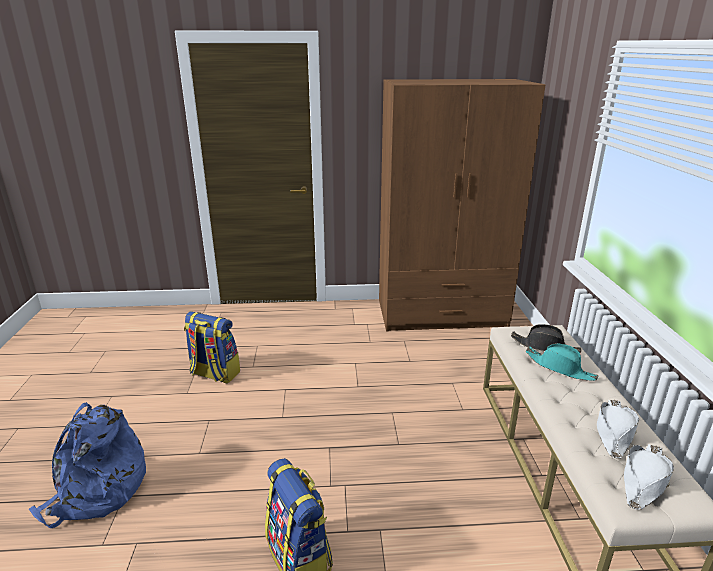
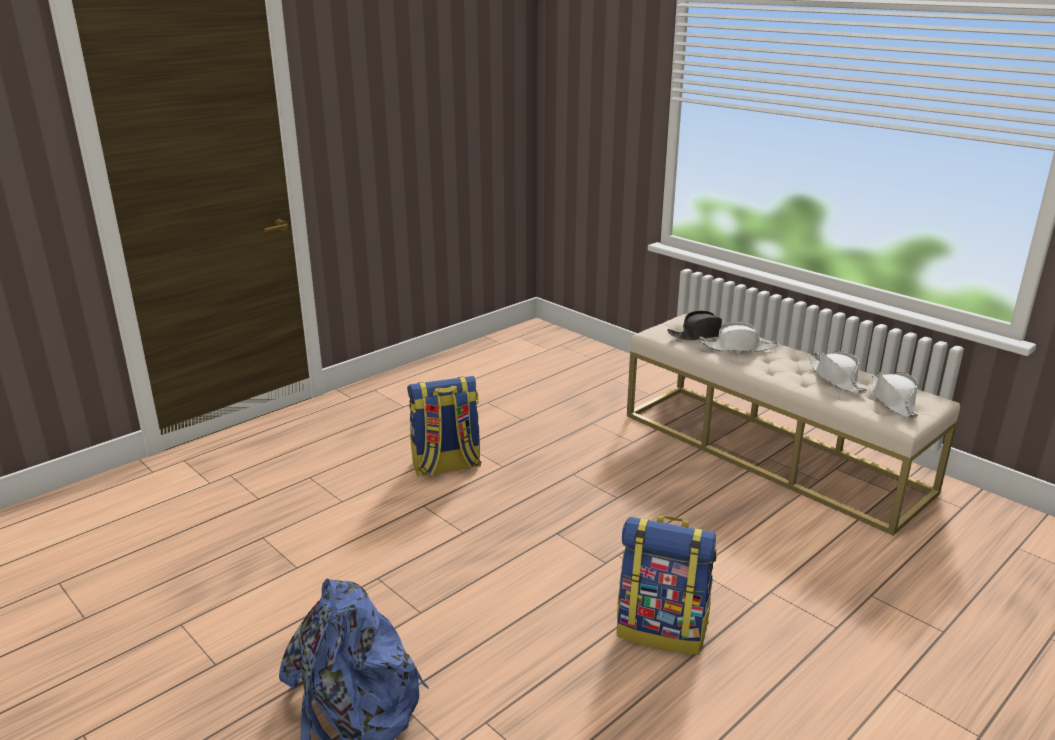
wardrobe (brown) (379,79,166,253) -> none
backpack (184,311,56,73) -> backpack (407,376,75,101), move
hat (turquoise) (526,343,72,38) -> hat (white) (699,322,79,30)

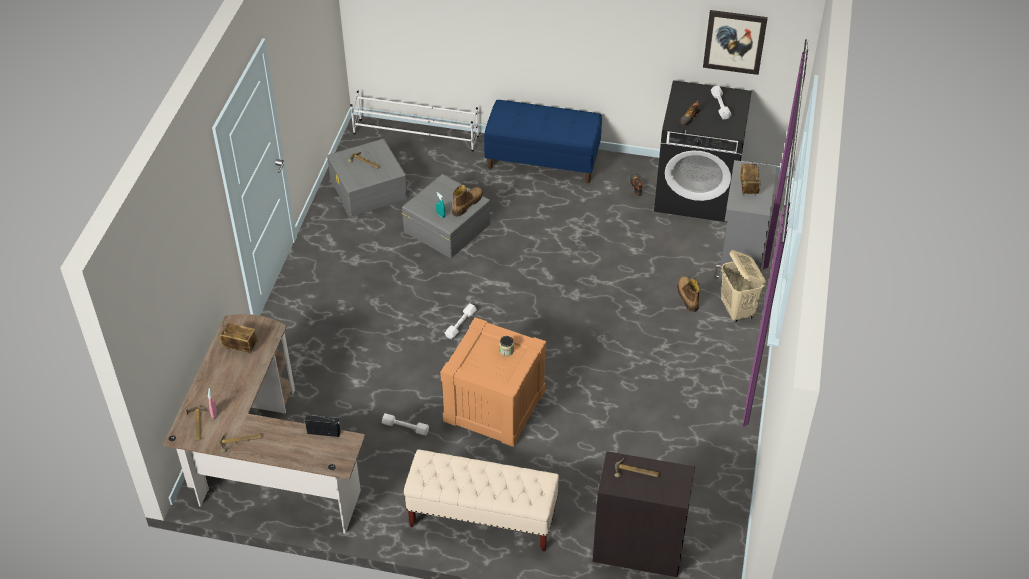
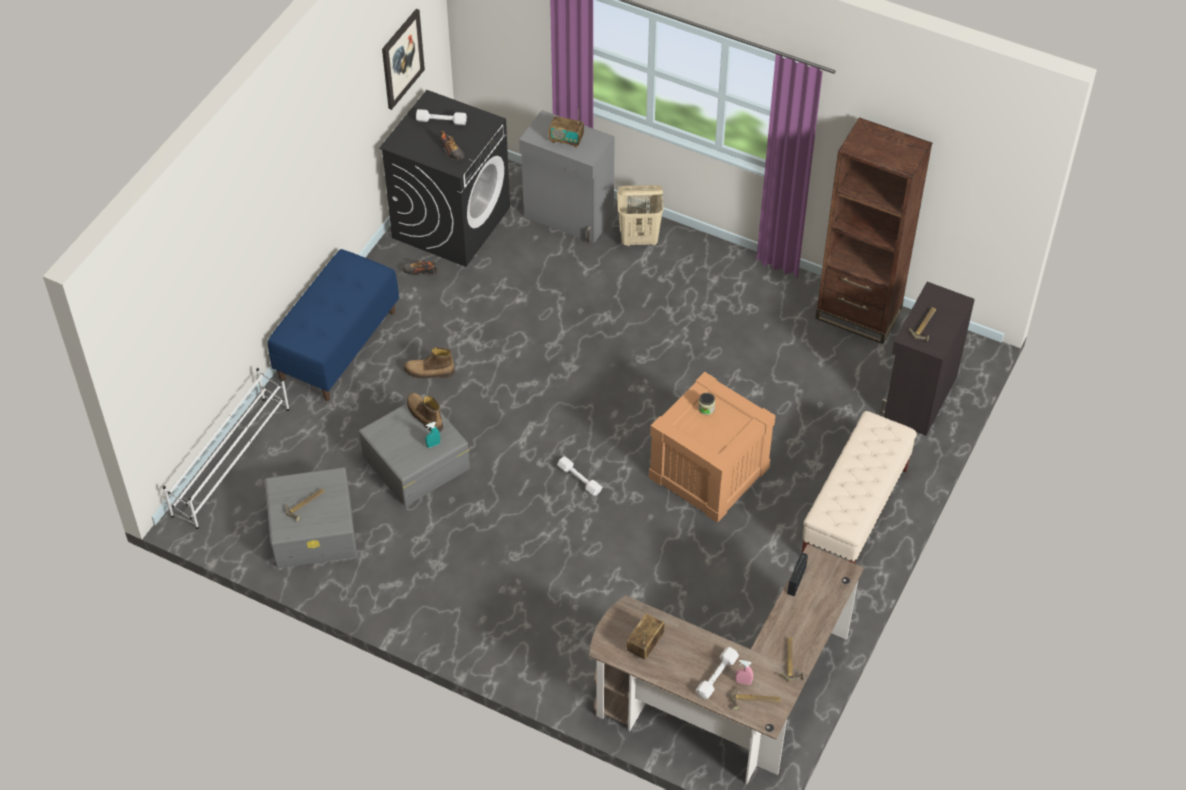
none -> bookcase (brown) (815,117,117,227)
dumbbell (white) (382,413,47,23) -> dumbbell (white) (695,647,44,52), move
boot (677,276,23,36) -> boot (404,347,51,32), move

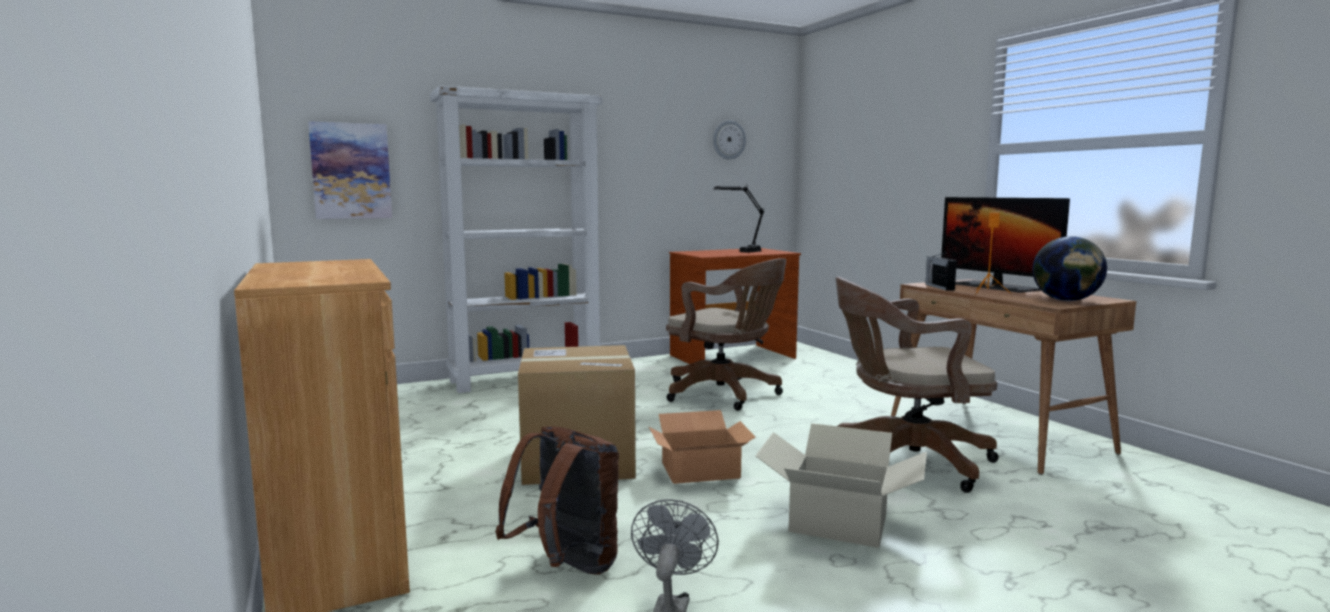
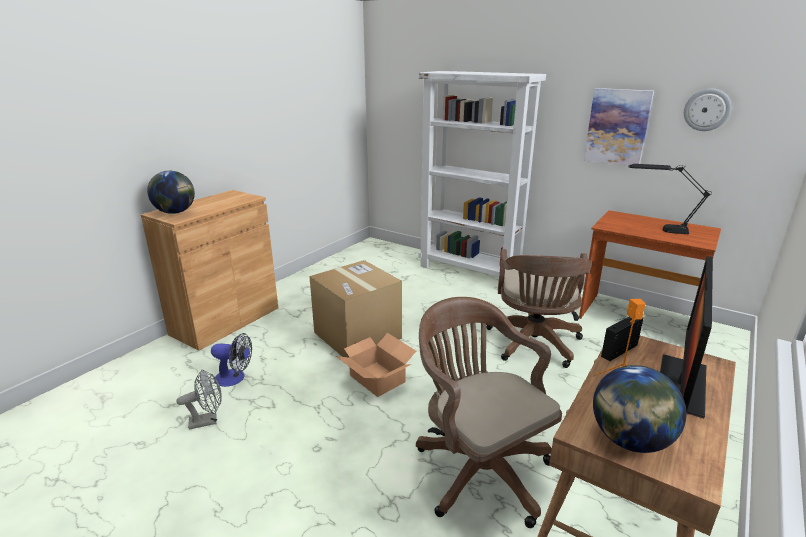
cardboard box (755,423,172,125) -> none
none -> globe (147,171,48,43)
picture (308,121,84,98) -> picture (584,88,70,78), move
backpack (brown) (495,426,124,149) -> fan (211,333,41,54)

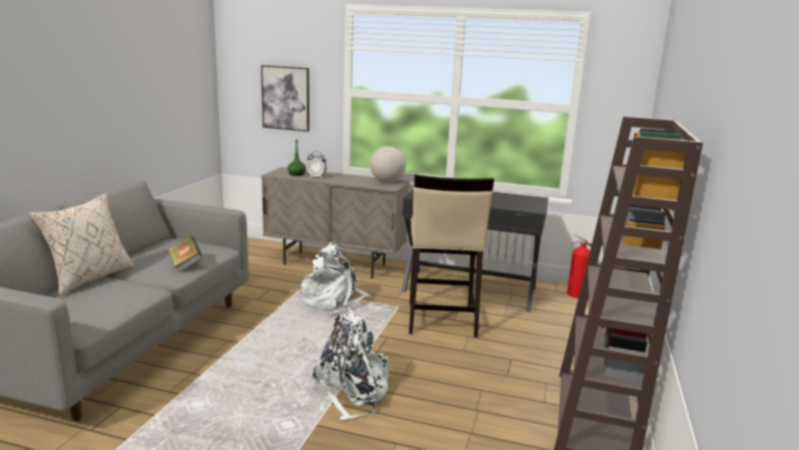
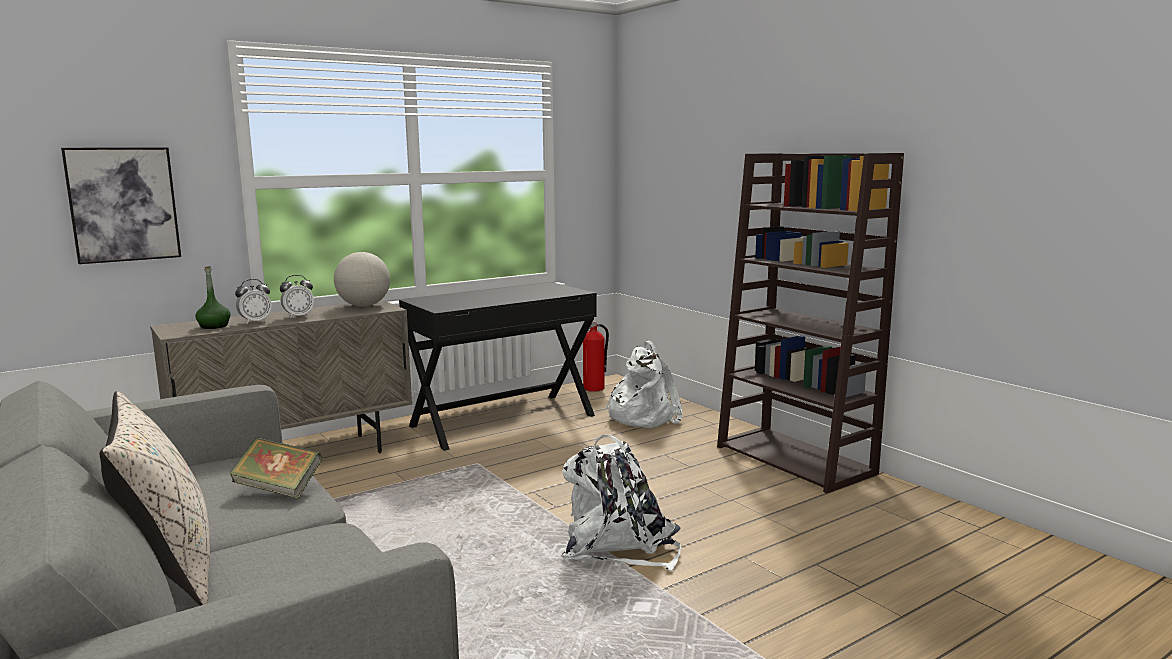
stool (beige) (409,174,85,163) -> none
none -> alarm clock (280,275,34,43)
backpack (white) (301,242,70,73) -> backpack (white) (604,341,79,87), move

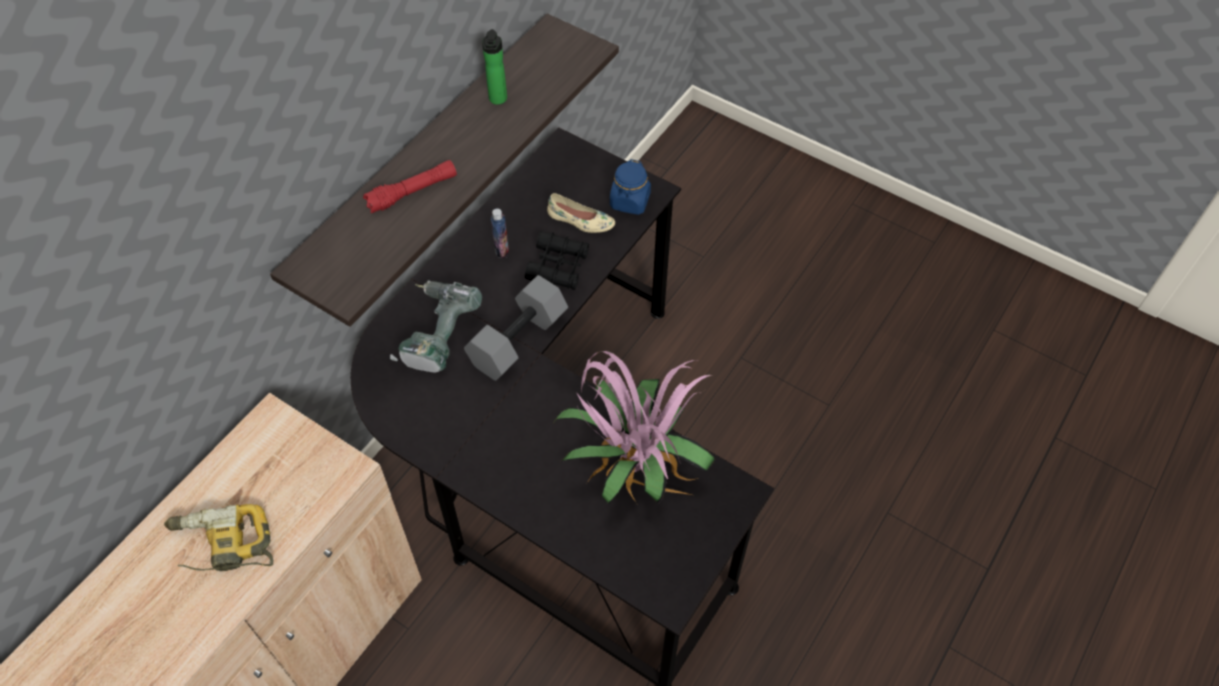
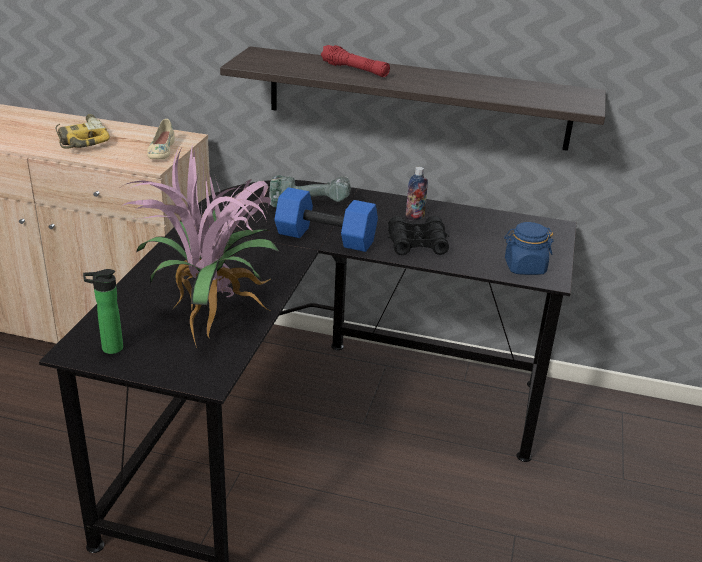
bottle (482,29,25,76) -> bottle (83,269,40,85), move
shoe (beige) (547,193,68,40) -> shoe (beige) (147,119,28,41), move
dumbbell (grey) (464,275,104,106) -> dumbbell (blue) (274,187,104,65)

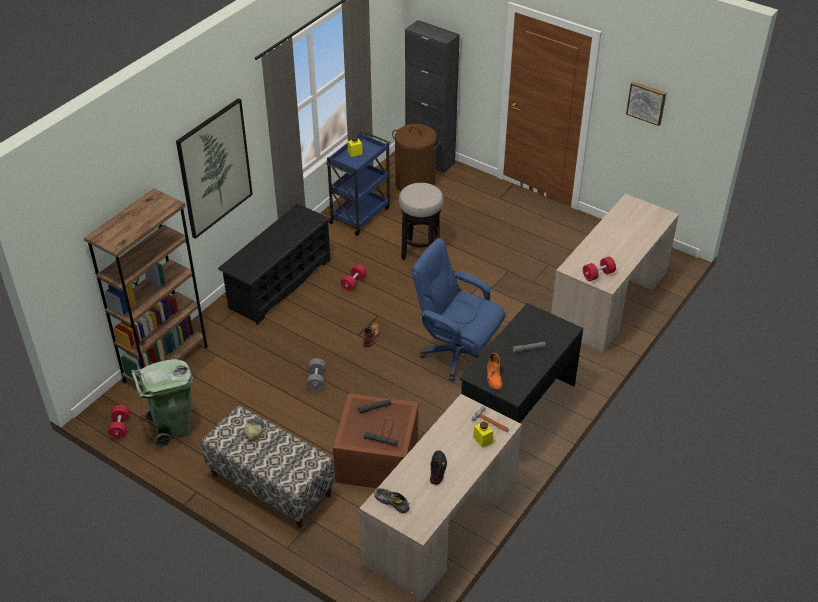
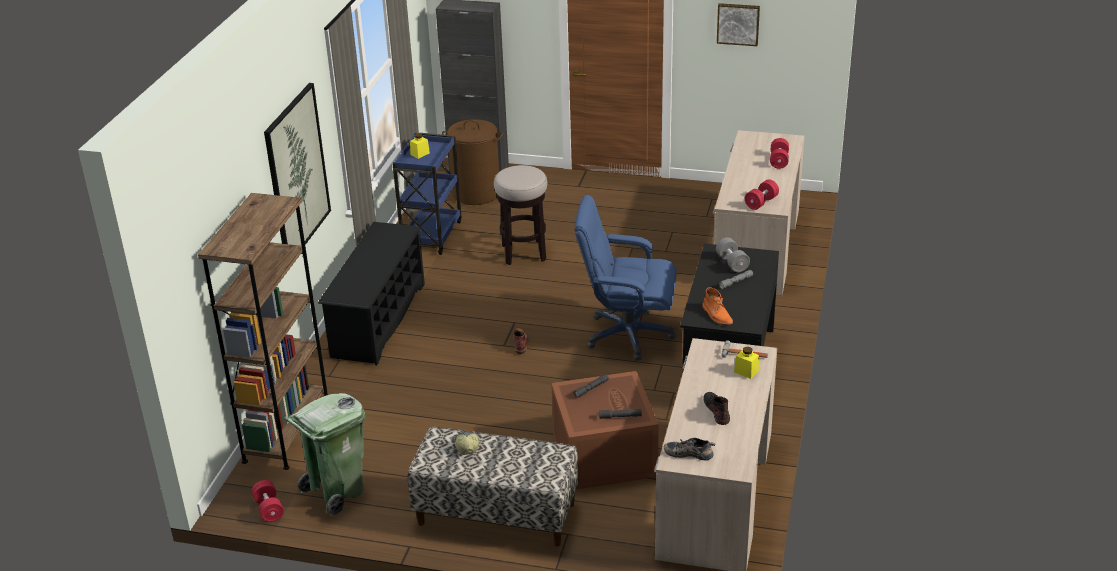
dumbbell (grey) (307,358,18,32) -> dumbbell (grey) (716,237,34,35), move
dumbbell (red) (340,264,27,28) -> dumbbell (red) (770,138,19,31), move

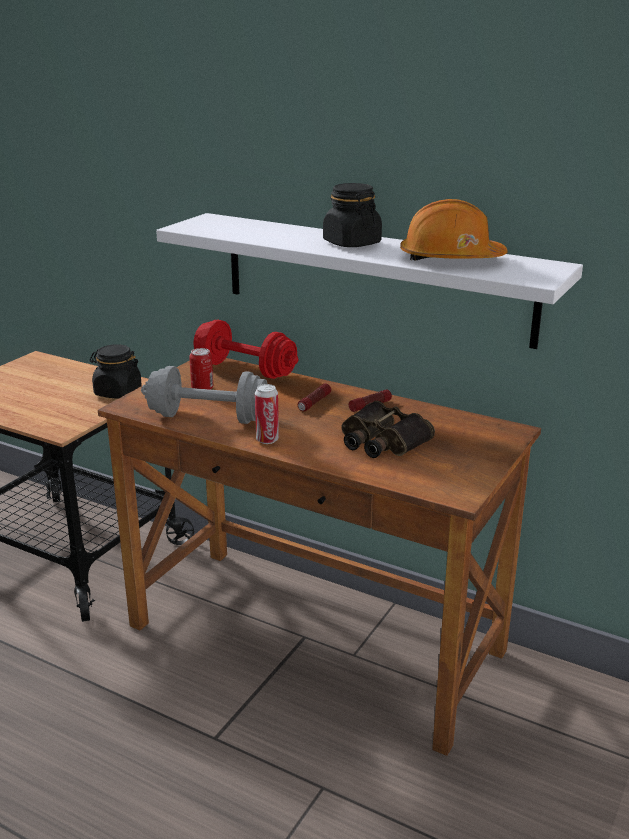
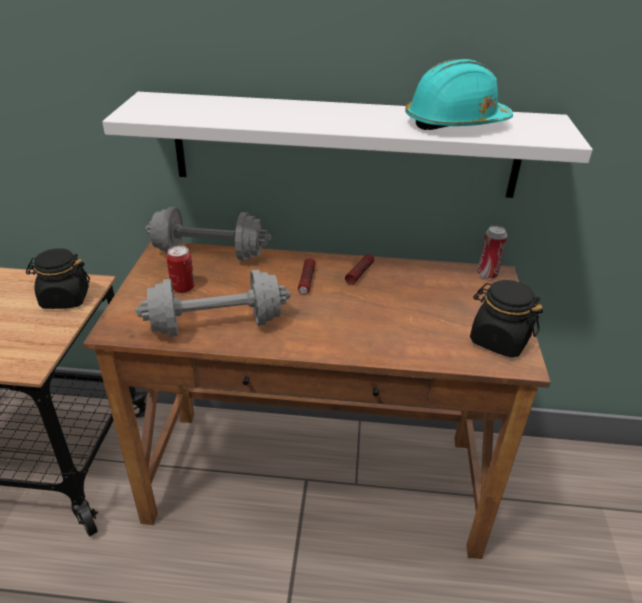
binoculars (342,401,93,57) -> none
can (255,384,24,60) -> can (477,226,30,53), move
jar (black) (323,183,59,64) -> jar (black) (470,280,73,77), move
dumbbell (red) (194,320,105,59) -> dumbbell (grey) (145,207,126,54)
hard hat (orange) (400,199,108,62) -> hard hat (turquoise) (405,59,108,71)

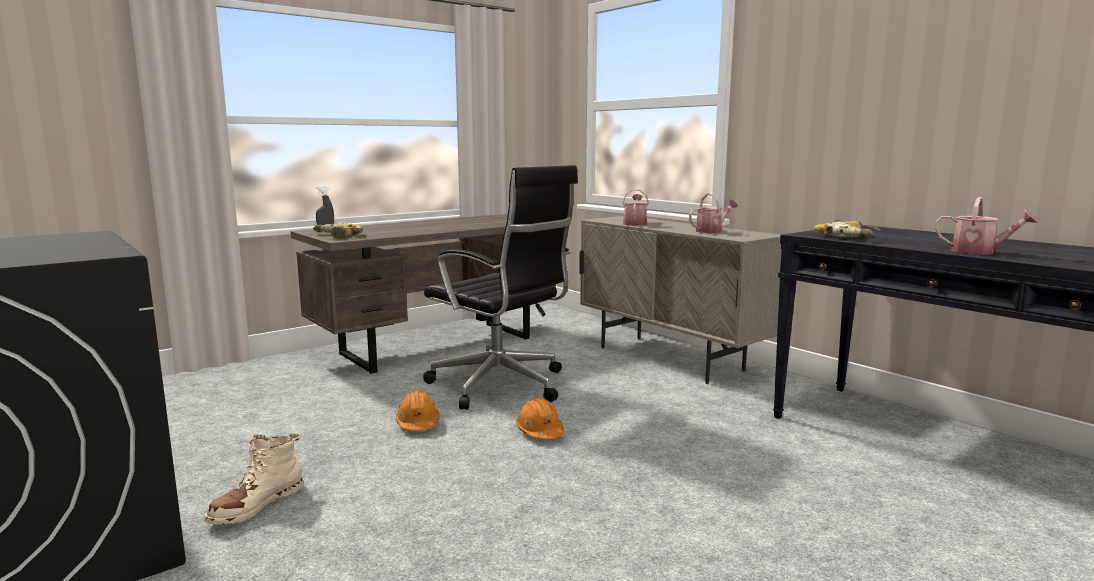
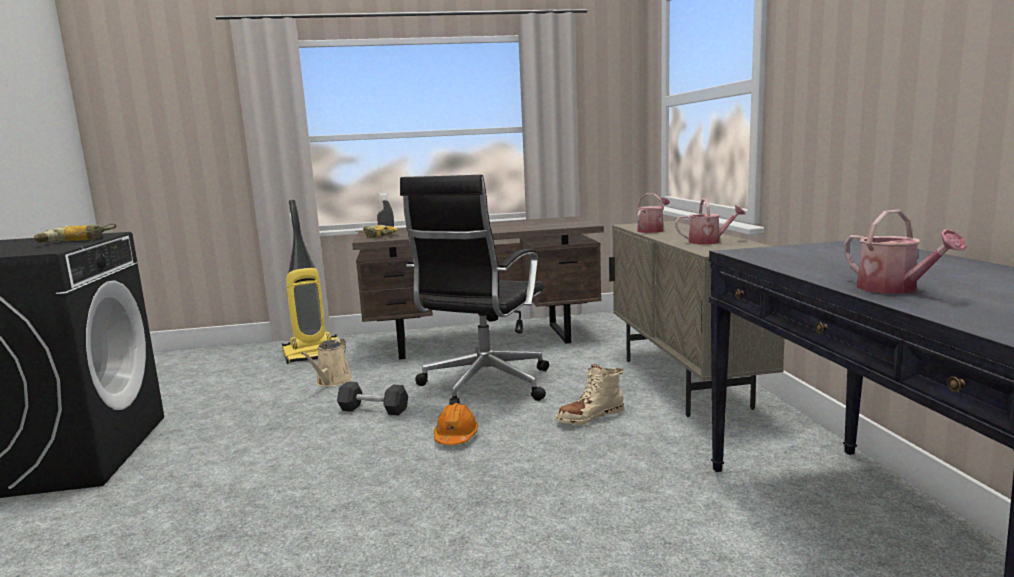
none -> vacuum cleaner (282,200,56,164)
none -> watering can (beige) (301,338,52,49)
boot (beige) (204,433,99,92) -> boot (beige) (556,364,68,61), move
power drill (814,220,66,18) -> power drill (34,223,82,20), move
hard hat (orange) (396,391,44,40) -> dumbbell (black) (337,381,71,34)
office chair (black) (423,165,155,245) -> office chair (black) (400,175,149,230), 45 degrees clockwise

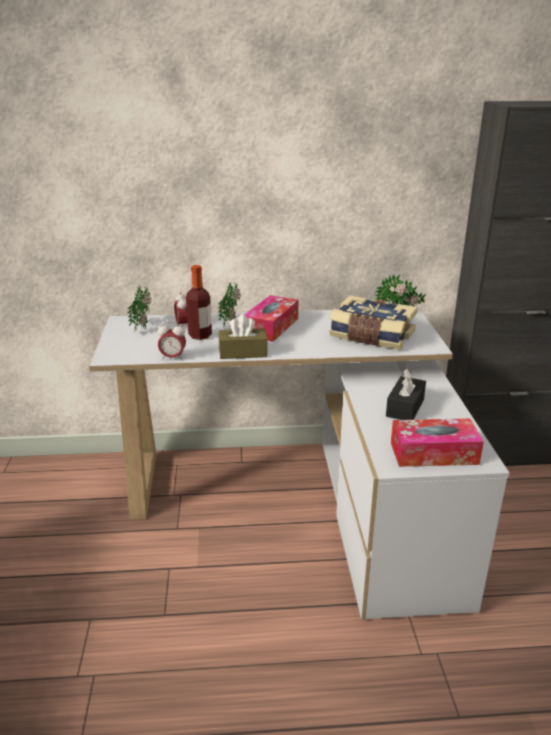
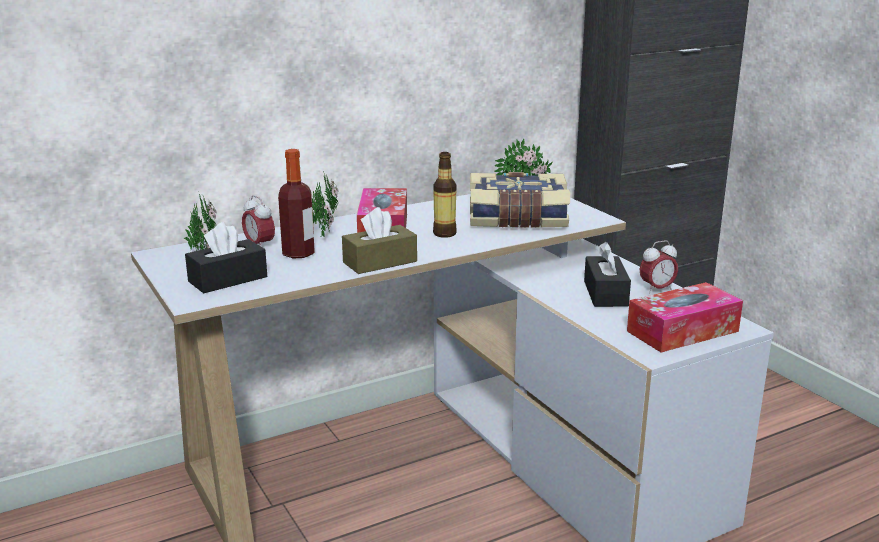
none -> tissue box (black) (185,222,82,71)
none -> bottle (433,152,24,86)
alarm clock (157,322,29,38) -> alarm clock (640,240,38,54), move

